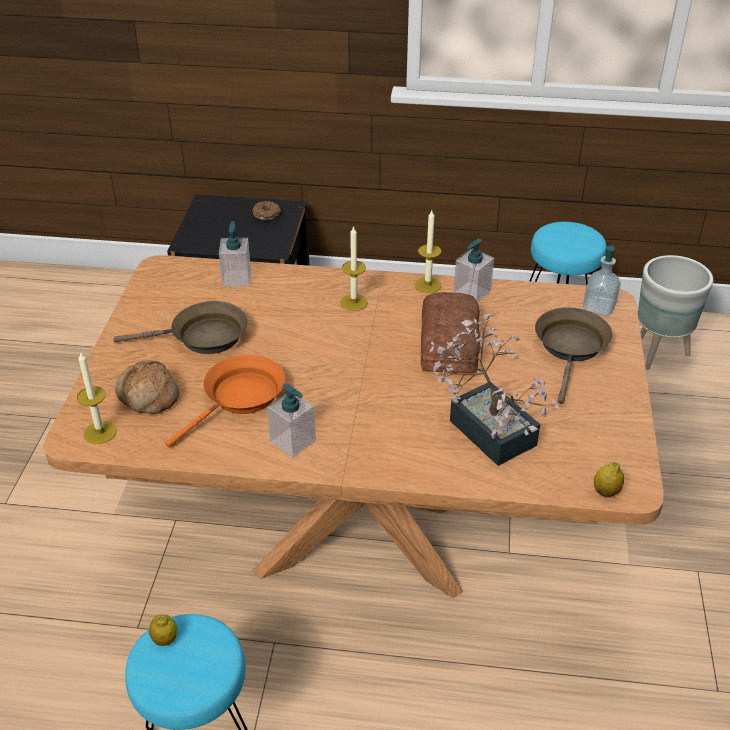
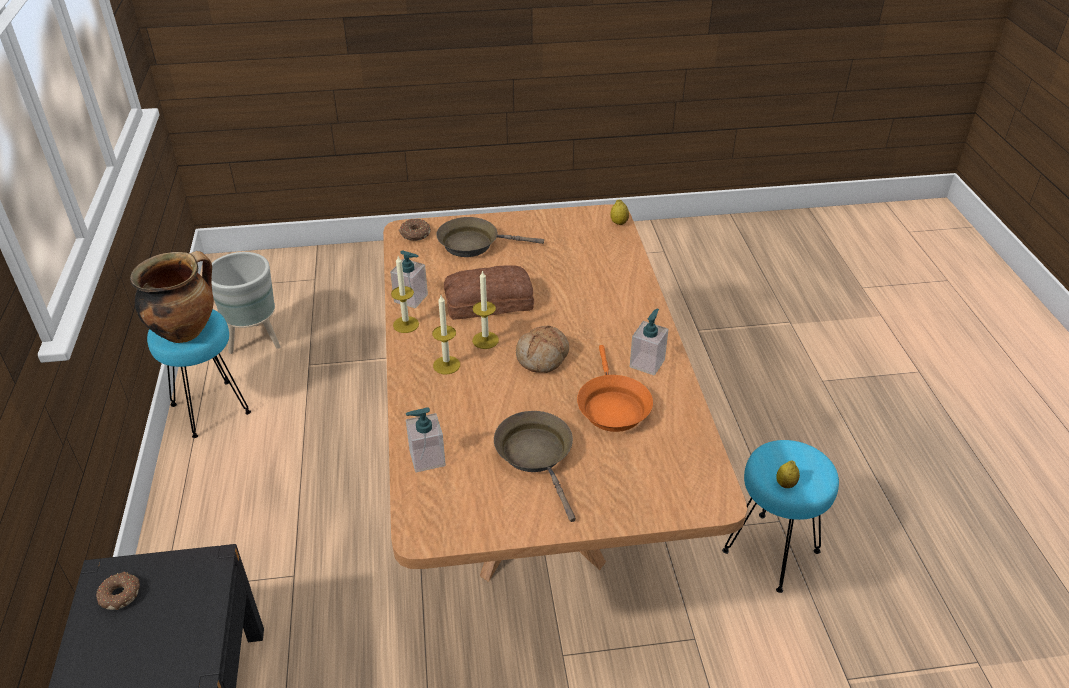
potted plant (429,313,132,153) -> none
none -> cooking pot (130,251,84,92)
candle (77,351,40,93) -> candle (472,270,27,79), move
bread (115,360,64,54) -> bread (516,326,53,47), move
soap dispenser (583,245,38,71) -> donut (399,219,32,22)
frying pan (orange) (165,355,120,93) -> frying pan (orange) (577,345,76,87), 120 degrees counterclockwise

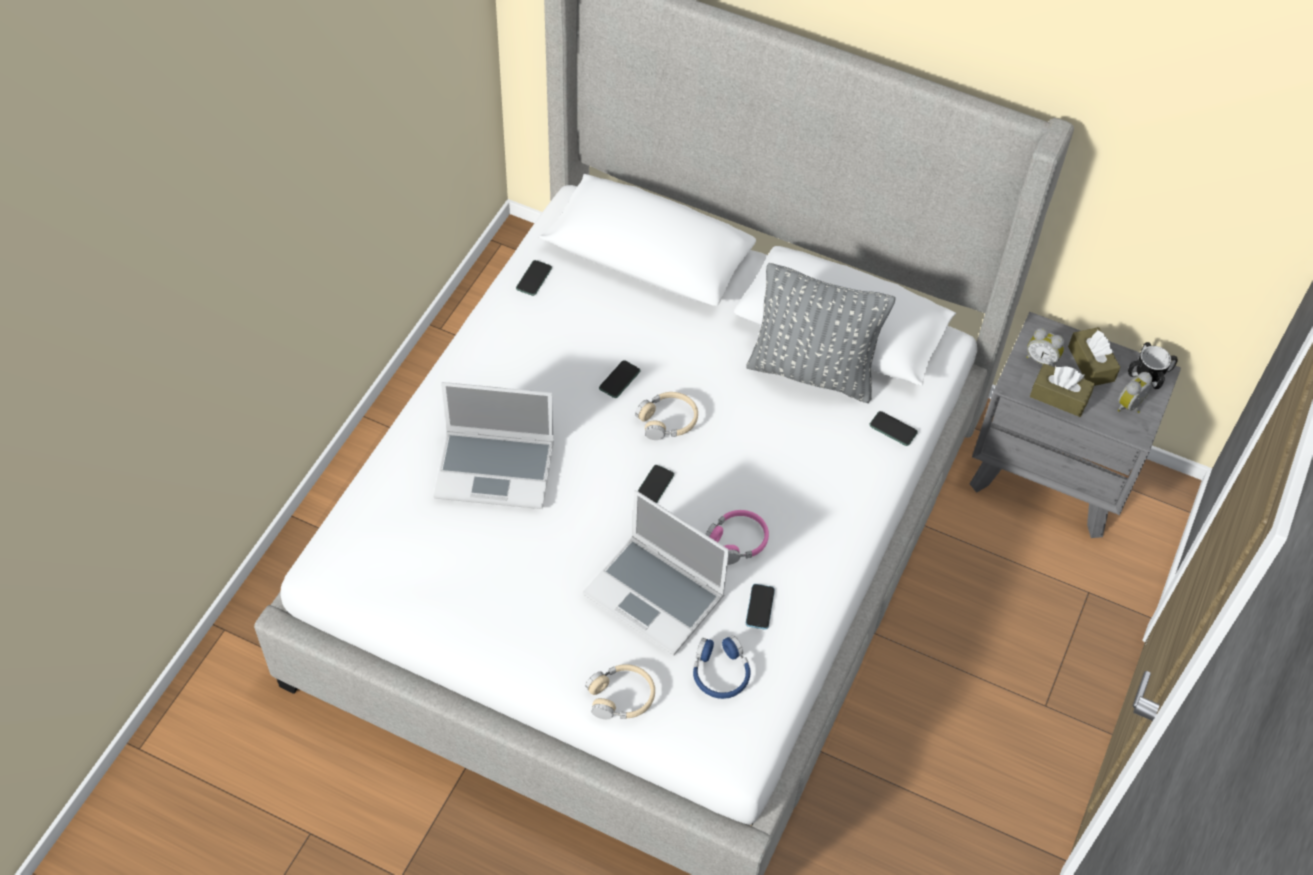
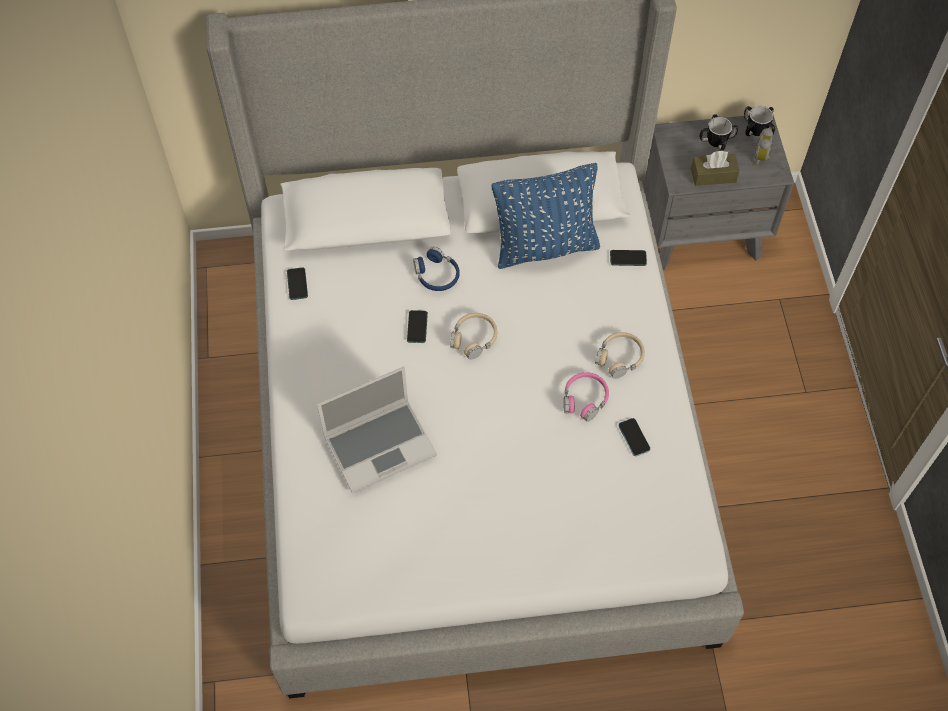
laptop (583,490,146,165) -> none
phone (638,465,36,38) -> none
alarm clock (1026,328,38,39) -> none
headphones (beige) (585,664,70,55) -> headphones (beige) (595,332,50,47), move
headphones (blue) (693,635,58,64) -> headphones (blue) (413,247,47,44), move
tissue box (brown) (1068,327,53,59) -> mug (700,114,38,37)
pillow (grey) (746,263,149,140) -> pillow (blue) (492,163,108,106)

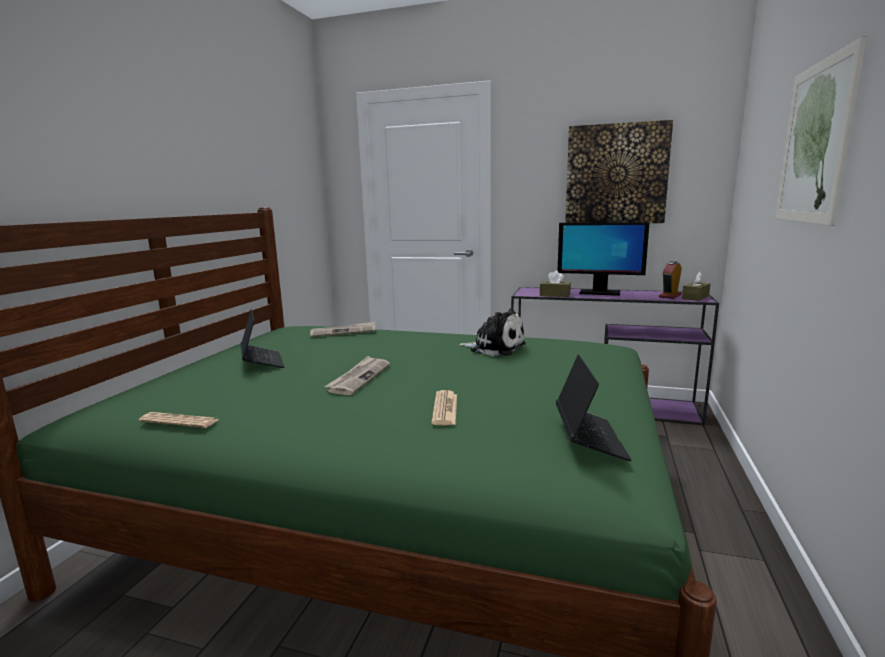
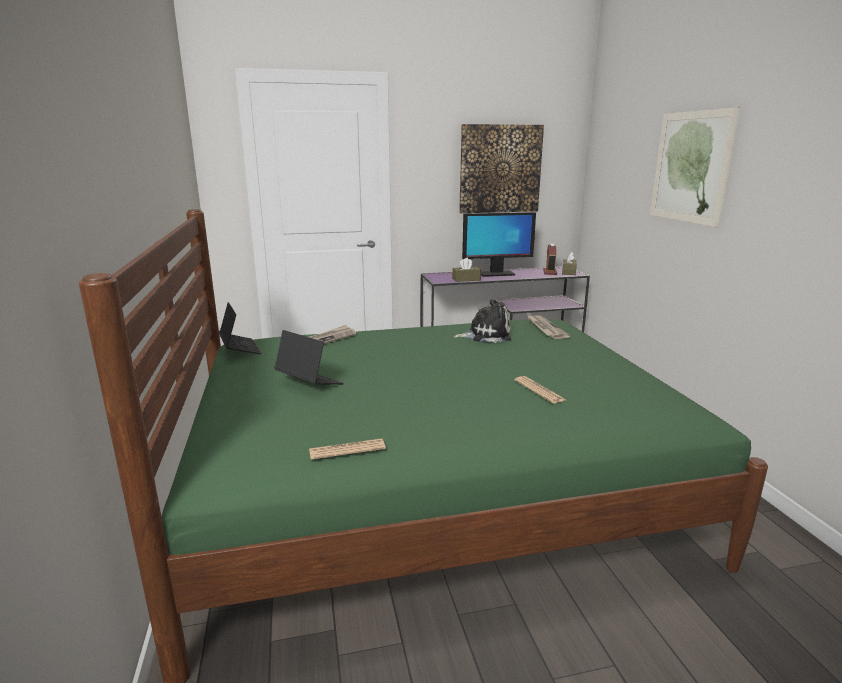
newspaper (324,356,66,39) -> newspaper (527,315,43,24), move
laptop (556,354,76,107) -> laptop (219,302,42,52), move

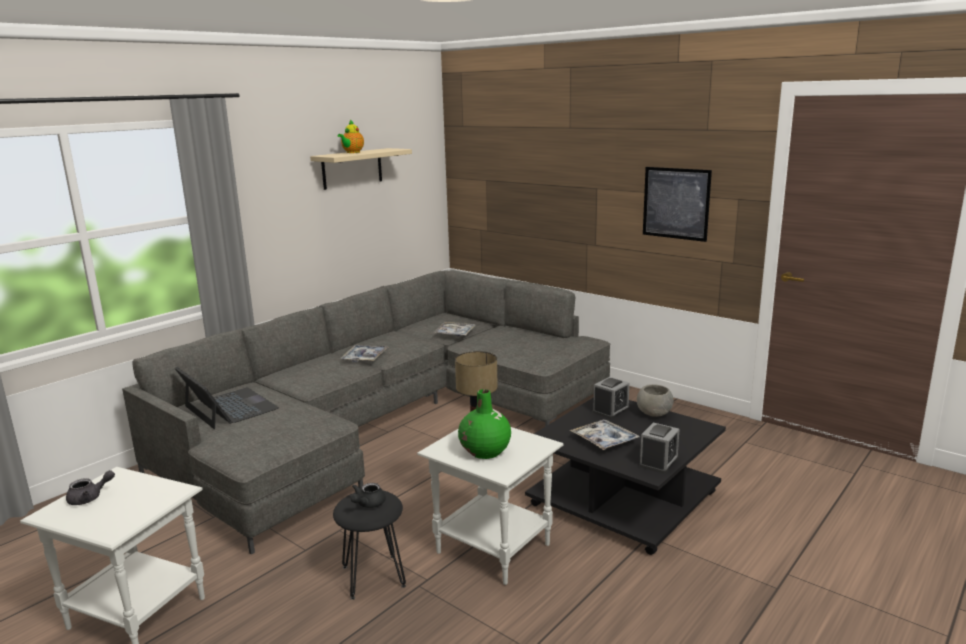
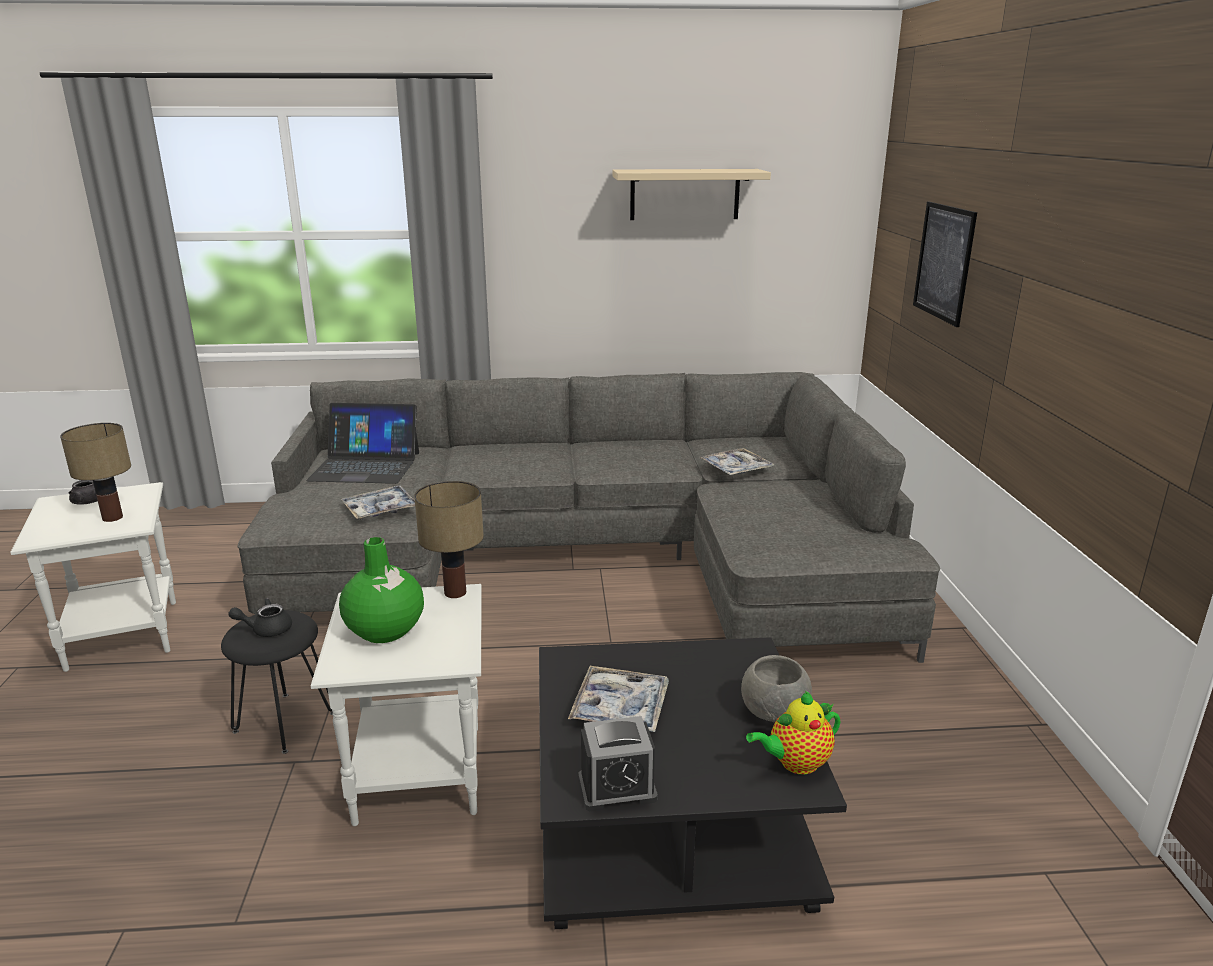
alarm clock (593,377,36,42) -> none
none -> table lamp (60,423,71,99)
teapot (338,119,26,34) -> teapot (746,691,94,84), move
tray (340,345,49,17) -> tray (341,486,74,34), move
picture (643,167,69,75) -> picture (913,202,64,125), move
laptop (174,366,105,63) -> laptop (306,403,113,81), 90 degrees clockwise

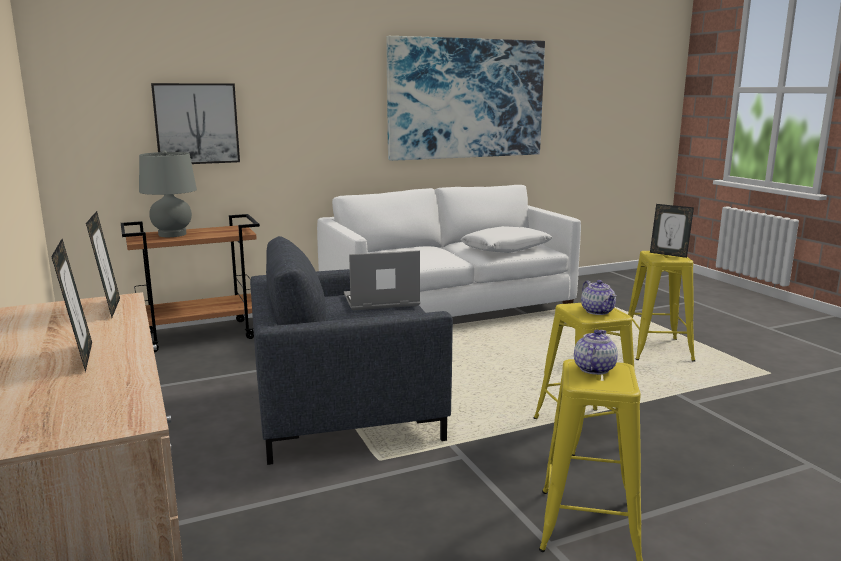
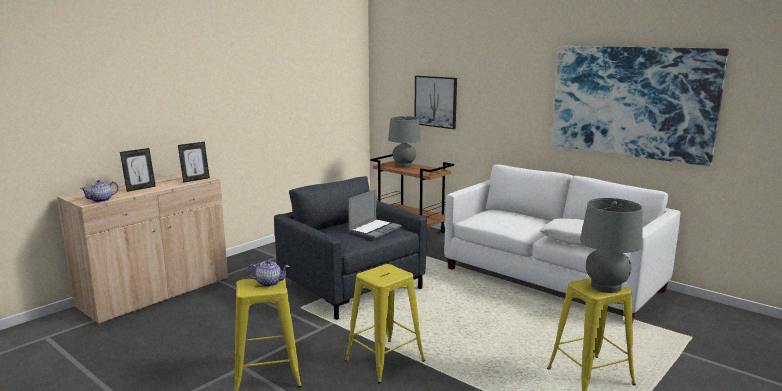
teapot (581,280,36,35) -> teapot (80,180,39,22), move
picture frame (650,204,44,54) -> table lamp (grey) (580,198,63,95)
laptop (344,250,76,61) -> laptop (348,189,54,50), 75 degrees clockwise

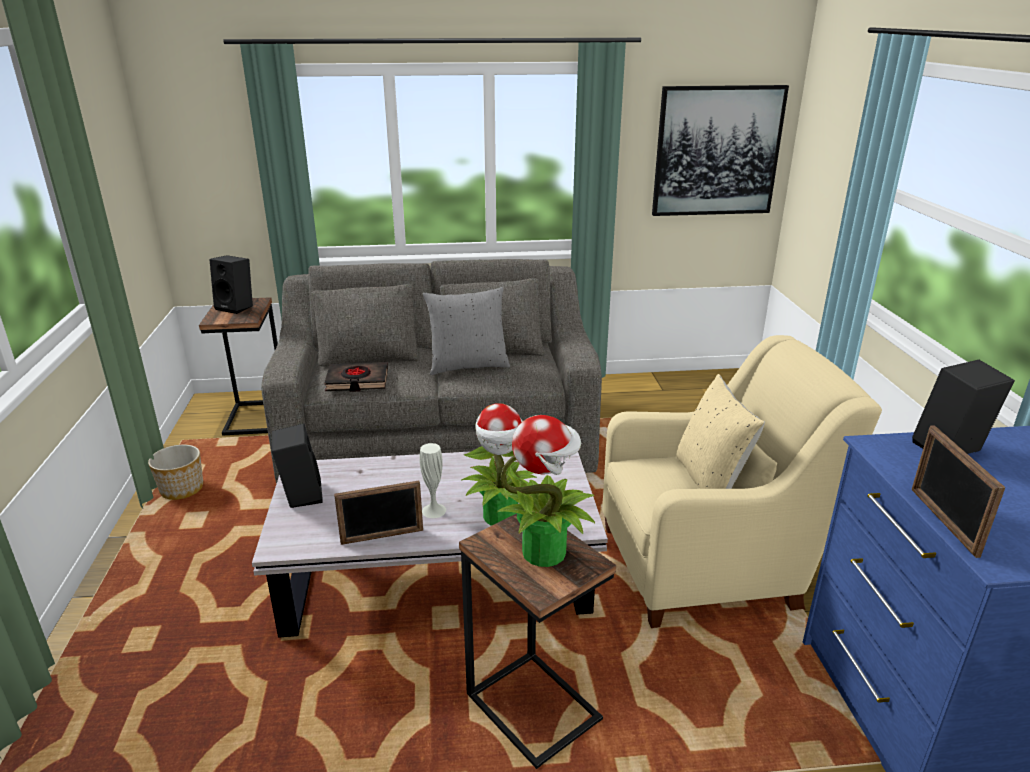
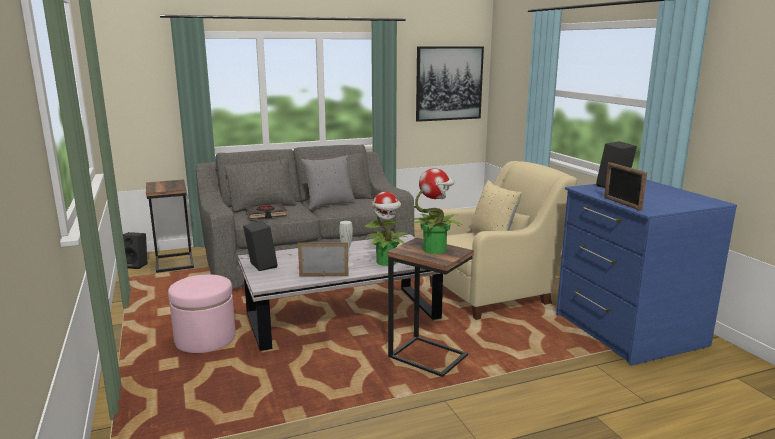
planter (148,445,55,55) -> none
none -> ottoman (pink) (168,274,68,79)
speaker (black) (210,255,43,59) -> speaker (black) (123,232,25,37), move
picture frame (334,481,89,64) -> picture frame (298,242,51,34), 150 degrees counterclockwise

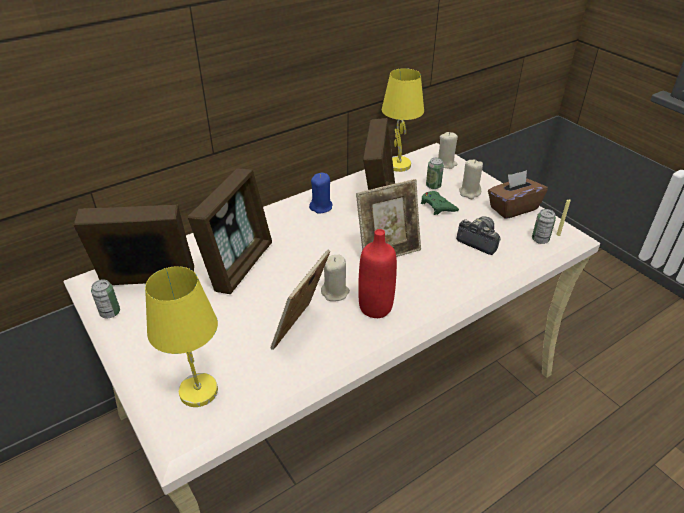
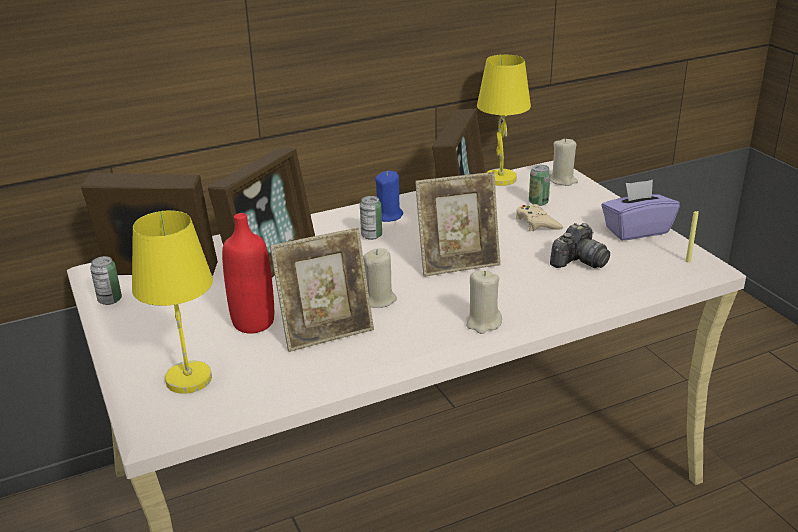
bottle (red) (358,229,39,89) -> bottle (red) (222,213,52,121), move
candle (beige) (459,160,24,39) -> candle (beige) (466,271,36,63), move
can (532,209,24,35) -> can (360,196,22,44), move
game controller (green) (421,191,38,24) -> game controller (beige) (516,204,47,27)
tissue box (brown) (488,170,60,49) -> tissue box (purple) (601,180,79,61)
picture frame (271,250,59,100) -> picture frame (270,228,104,124), 150 degrees counterclockwise
photo camera (456,216,45,39) -> photo camera (550,223,60,45), 90 degrees clockwise

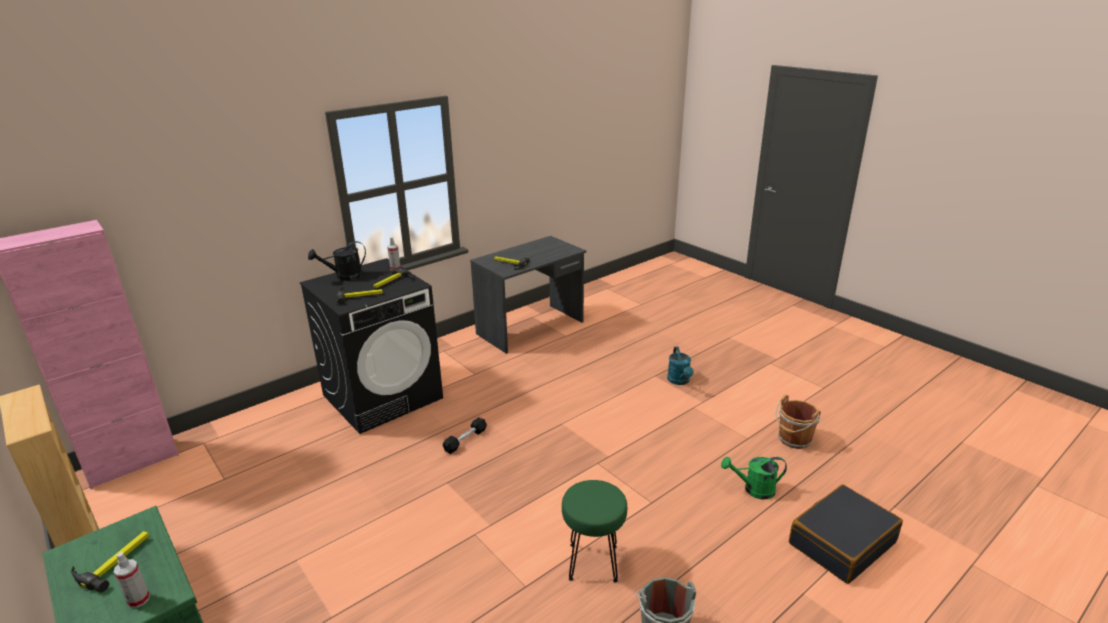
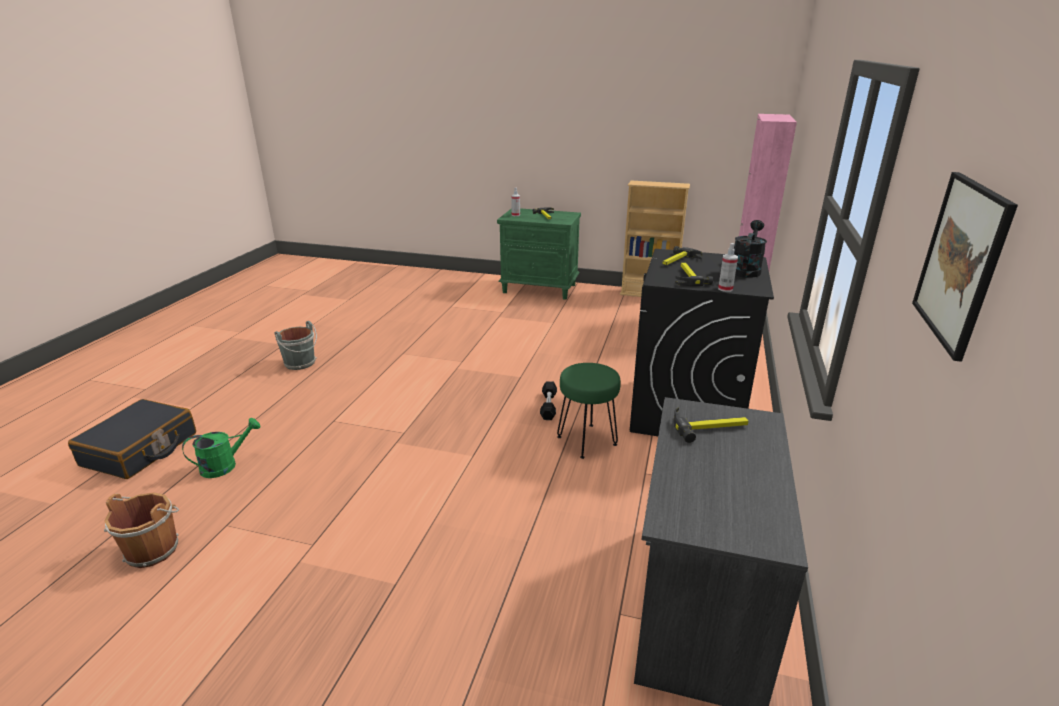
watering can (turquoise) (667,347,27,38) -> none
none -> picture (912,172,106,190)
stool (green) (562,480,65,103) -> stool (green) (557,363,64,96), move

